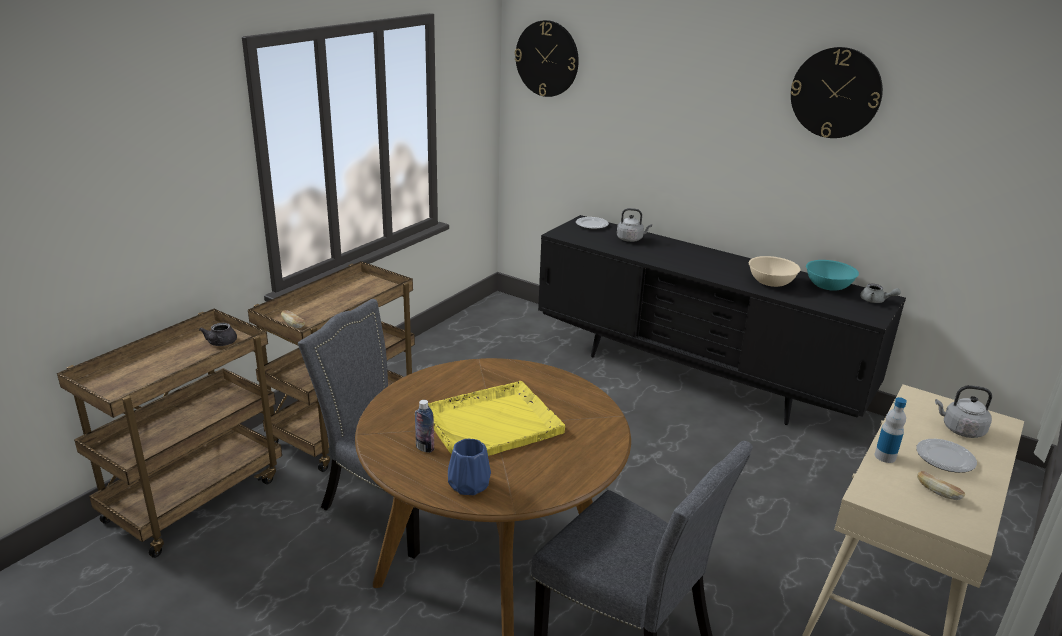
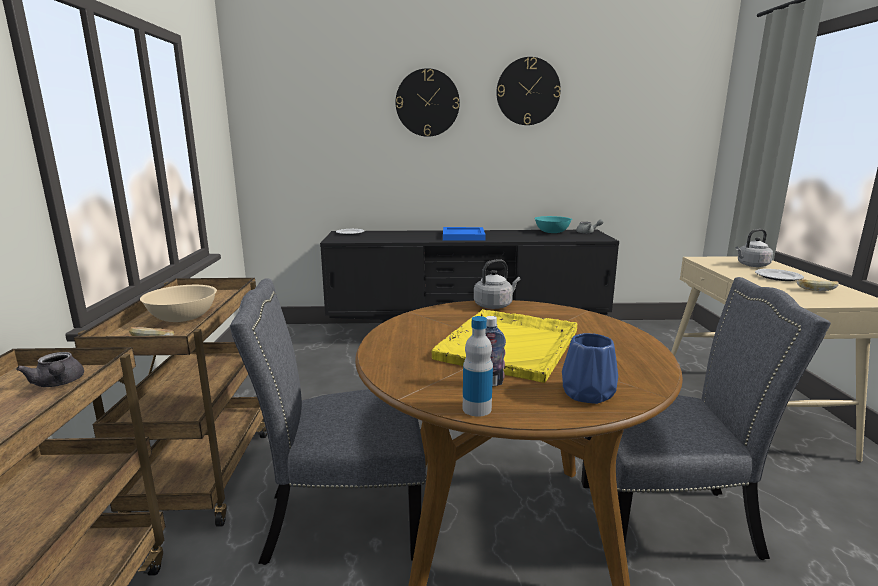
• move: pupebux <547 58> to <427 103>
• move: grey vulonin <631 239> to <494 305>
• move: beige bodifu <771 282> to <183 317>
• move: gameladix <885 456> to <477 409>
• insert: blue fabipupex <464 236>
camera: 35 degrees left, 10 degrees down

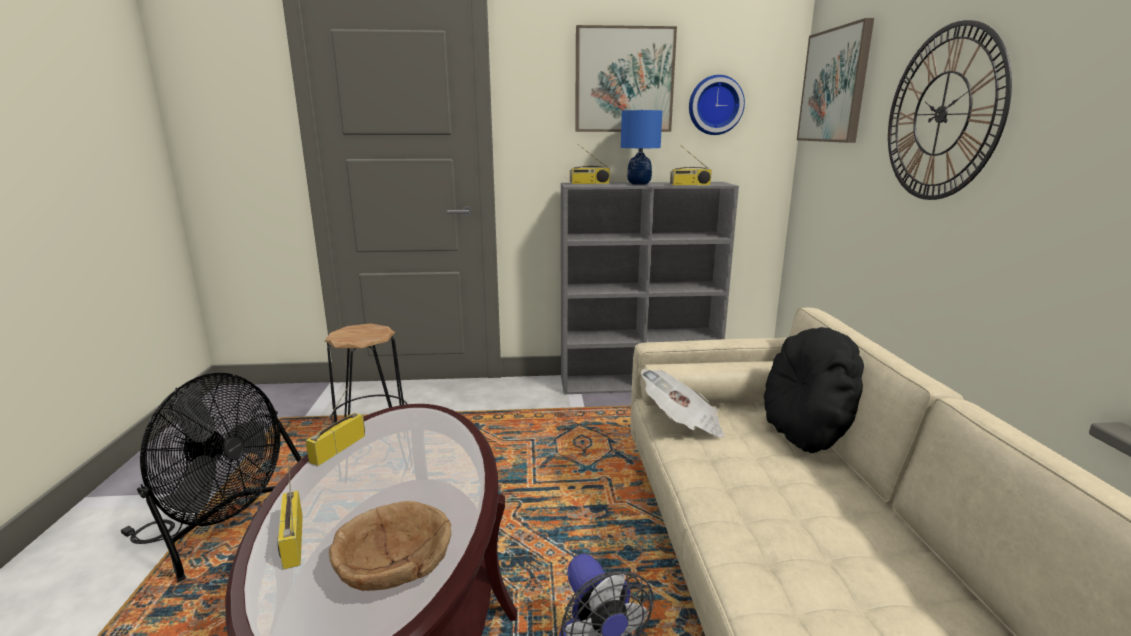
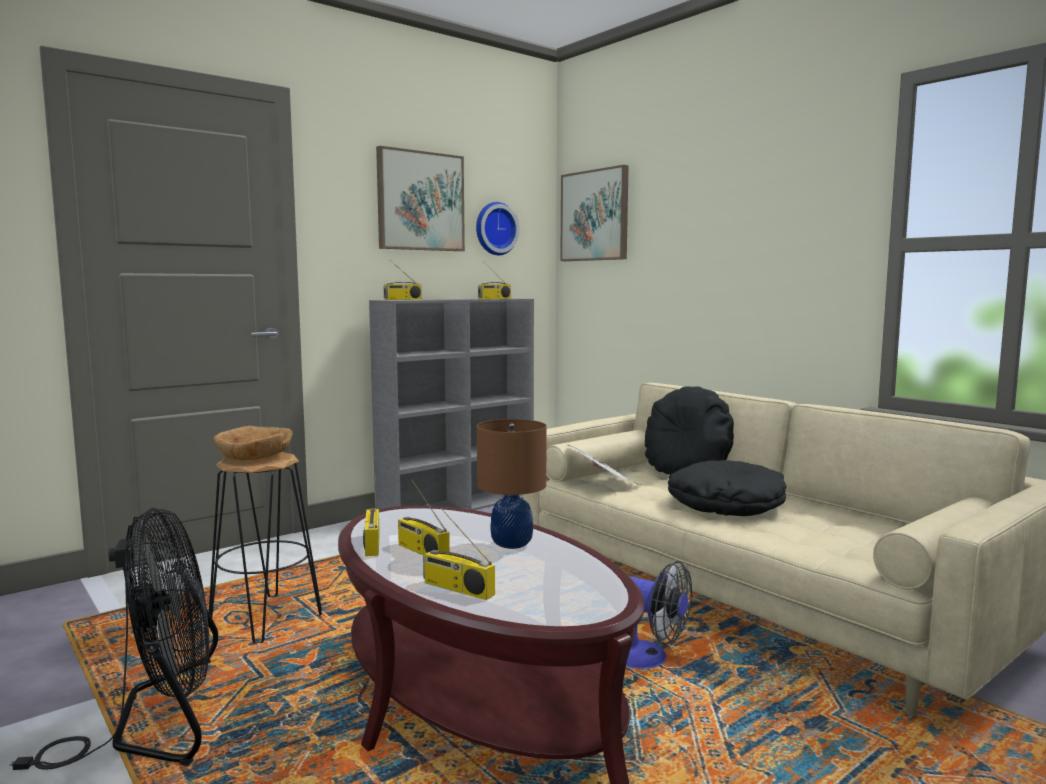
• delete: pupebux <941 114>
• delete: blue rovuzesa <639 184>
• move: brown bodifu <393 568> to <254 458>
• insert: brown rovuzesa <513 545>
• insert: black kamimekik <728 506>
• insert: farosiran <421 551>
camera: 35 degrees left, 10 degrees down

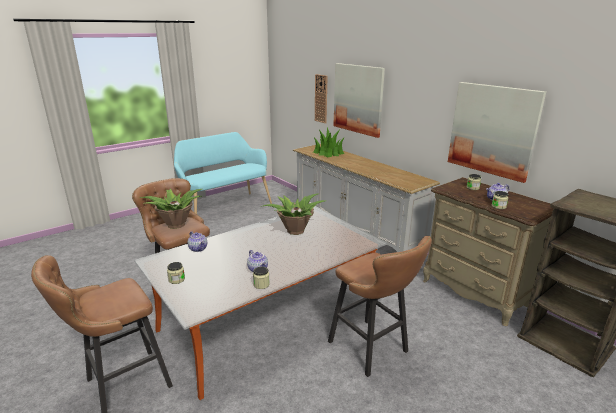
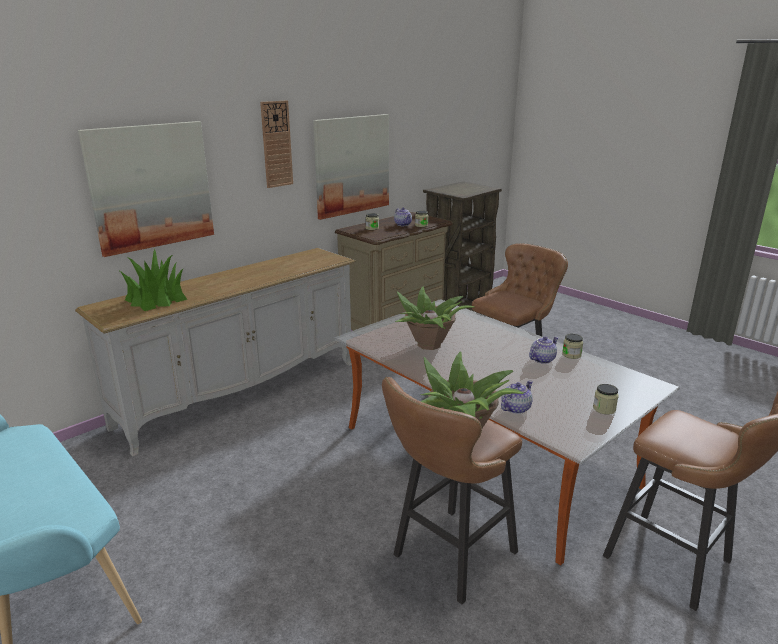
• move: pupebux <321 98> to <276 144>
camera: 95 degrees left, 0 degrees up

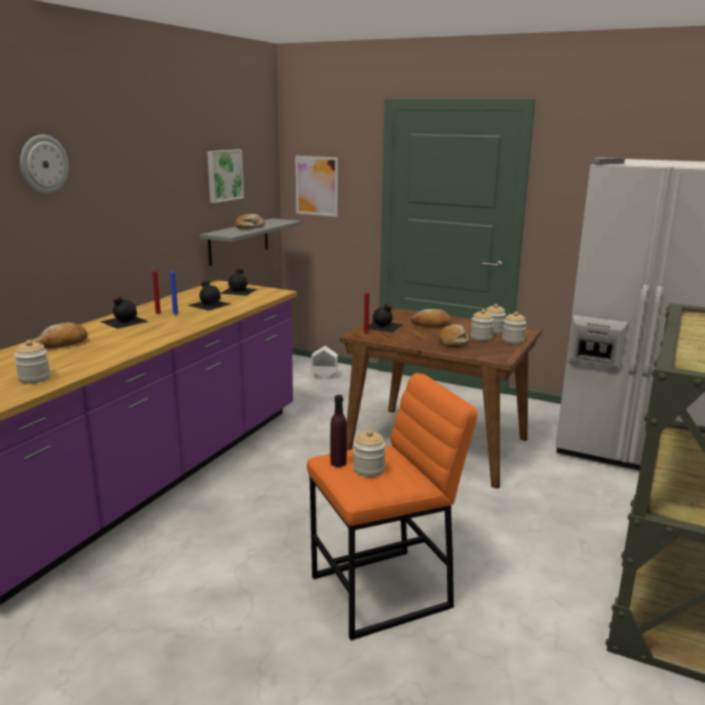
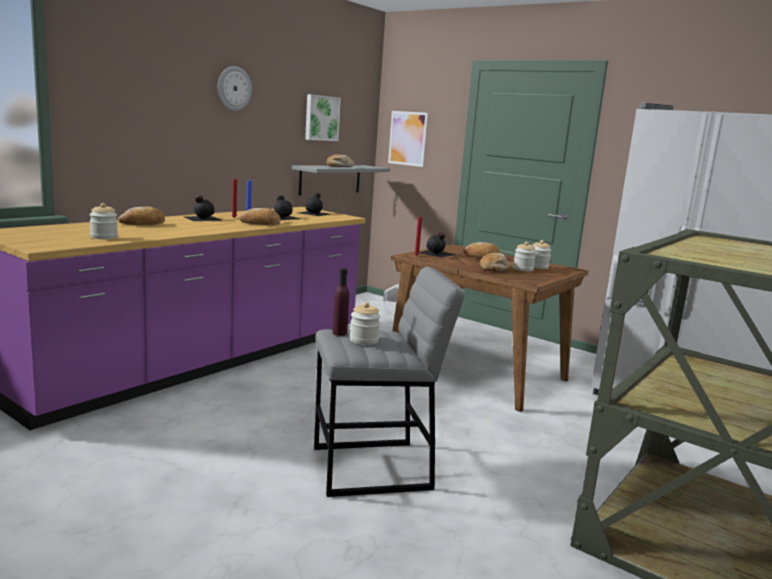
• move: pupebux <43 164> to <233 88>
• delete: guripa <513 340>
• recolor: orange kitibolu <384 590> to grey kitibolu <375 467>
• insert: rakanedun <260 223>
camera: 10 degrees right, 5 degrees down

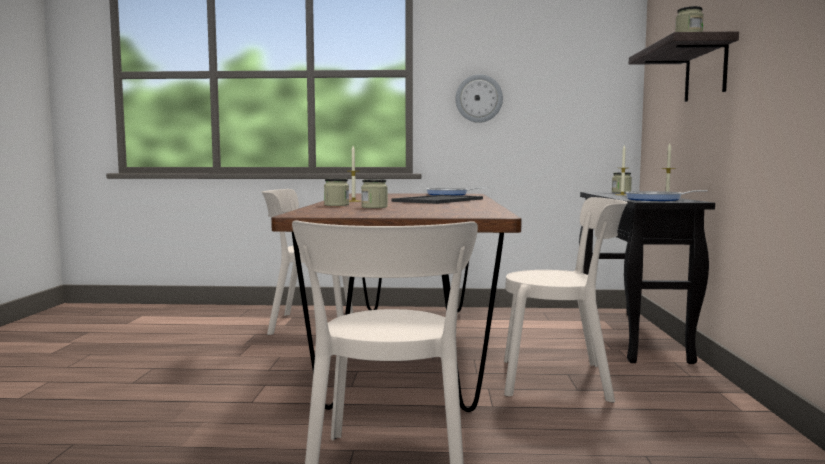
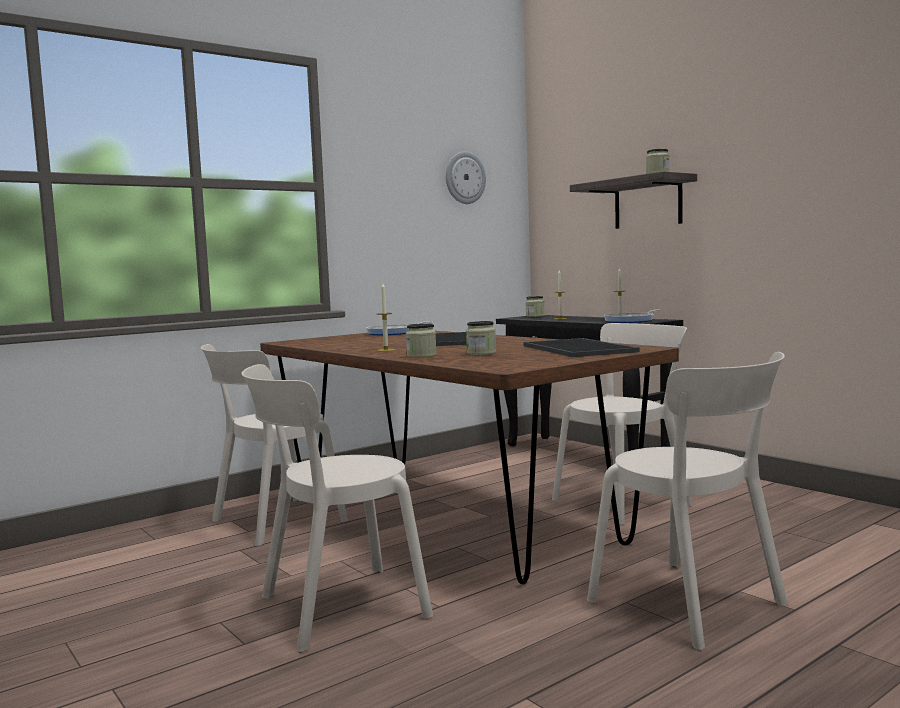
• move: pupebux <479 98> to <464 178>
• insert: fabipupex <580 349>
• insert: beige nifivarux <335 608>
camera: 40 degrees left, 0 degrees up

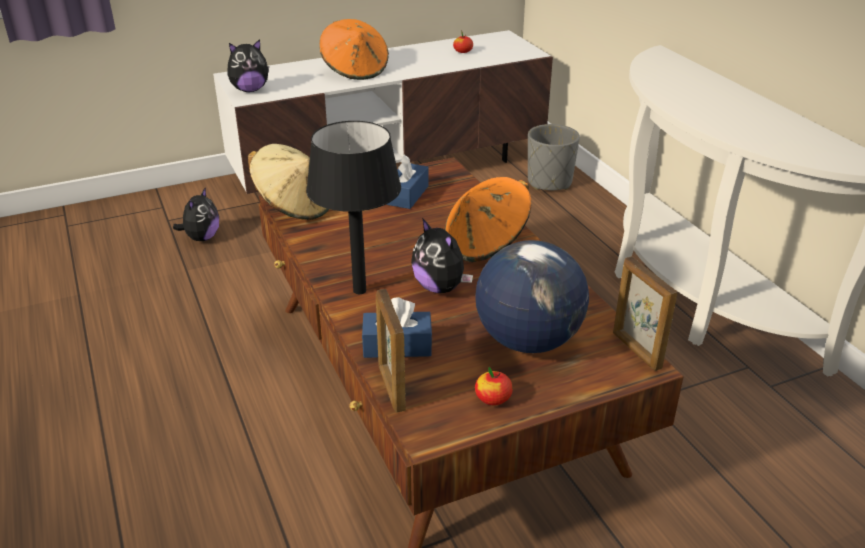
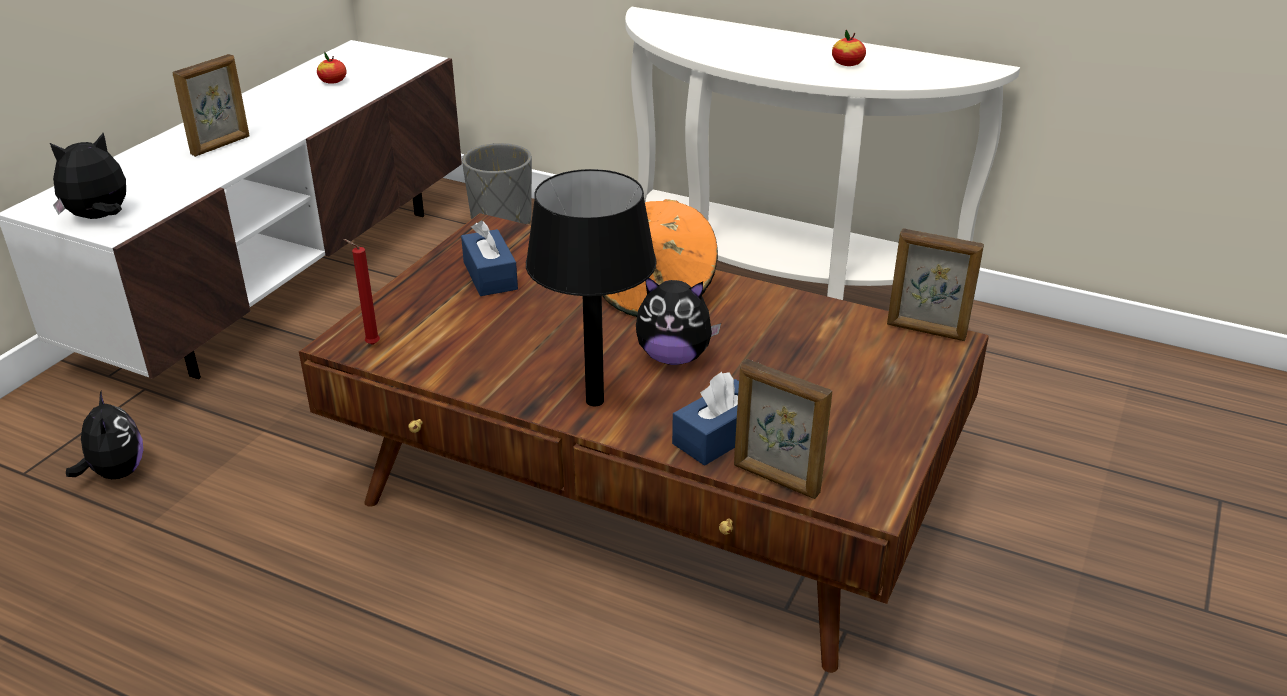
• replace: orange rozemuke <355 70> to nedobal <221 145>
• rotate: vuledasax <250 90> = <100 217> 150 degrees counterclockwise
• replace: beige rozemuke <294 207> to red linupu <370 344>
• delete: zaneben <528 340>
• move: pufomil <493 398> to <847 64>
camera: 40 degrees left, 0 degrees up

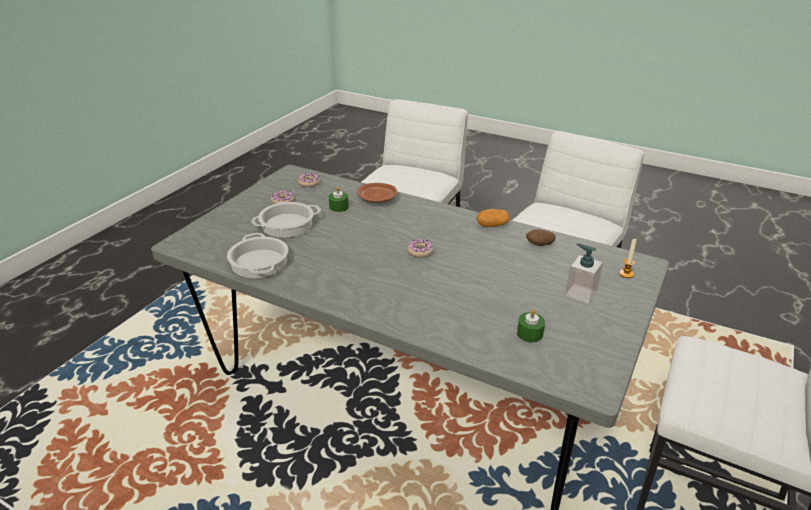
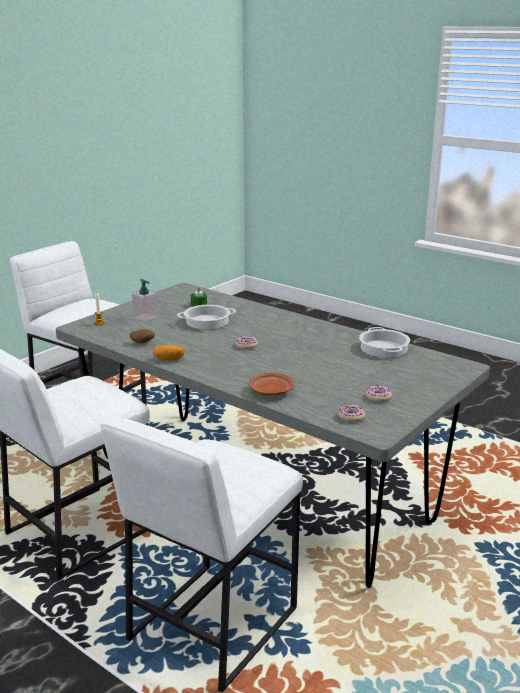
• delete: green linupu <339 207>
• move: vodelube <287 225> to <207 321>
camera: 170 degrees left, 10 degrees down

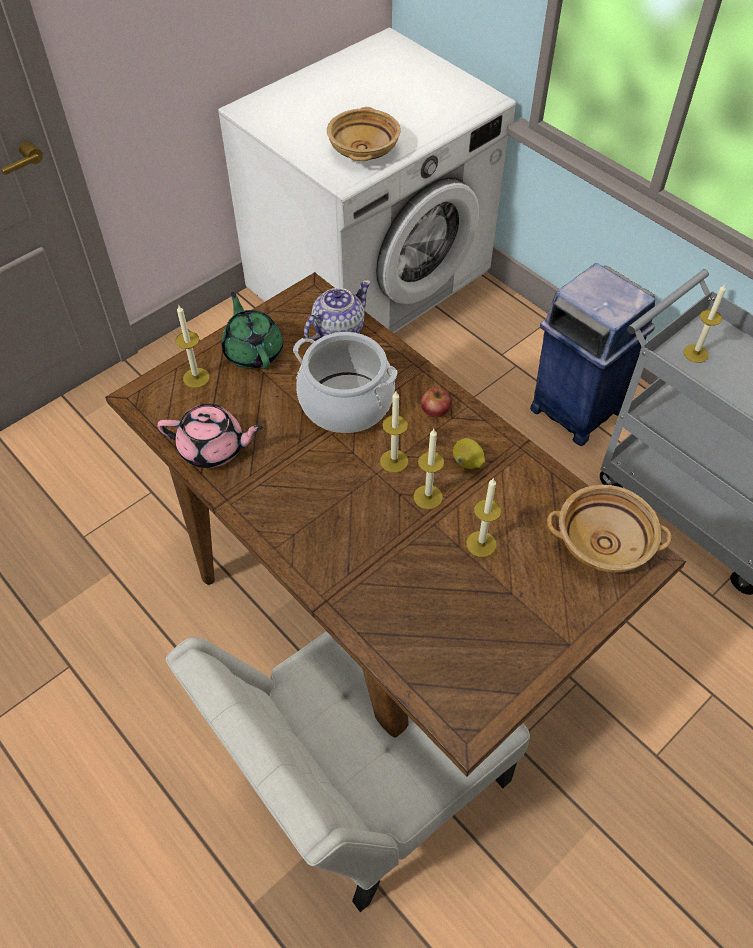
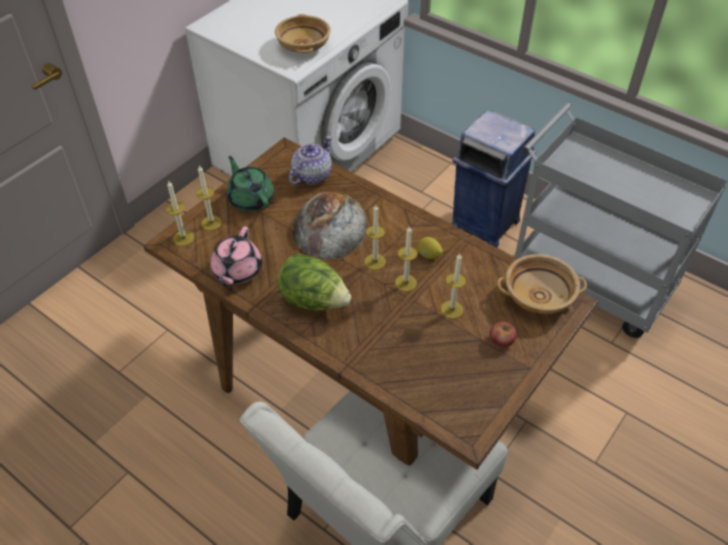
• move: linupu <695 353> to <183 238>
• replace: vodelube <346 403> to rakanedun <330 226>
• move: pufomil <435 409> to <501 340>
• rotate: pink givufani <213 448> = <237 271> 105 degrees clockwise
• insert: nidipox <314 301>
camera: 10 degrees left, 5 degrees down

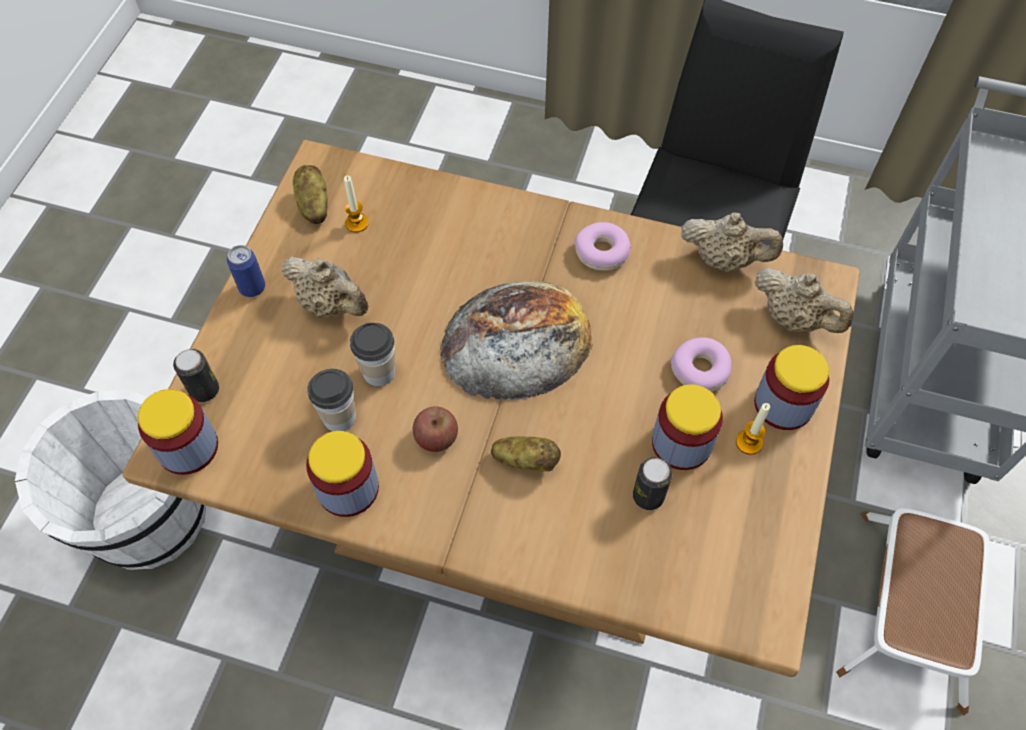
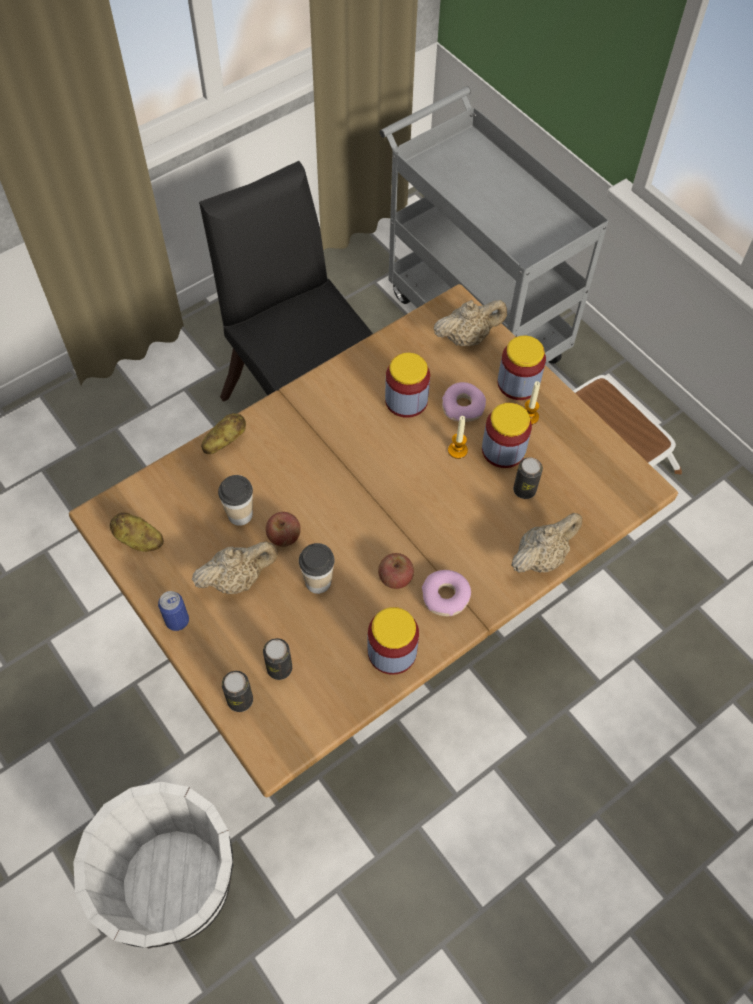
• move: linupu <357 223> to <457 450>
• move: beige givufani <724 260> to <541 557>
• move: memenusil <602 252> to <445 597>
• delete: rakanedun <517 340>
• move: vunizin <339 417> to <240 514>
• move: guripa <188 447> to <406 400>
• move: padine <526 460> to <224 441>
• insert: pufomil <284 536>
• insert: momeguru <279 668>
camera: 55 degrees left, 0 degrees up

